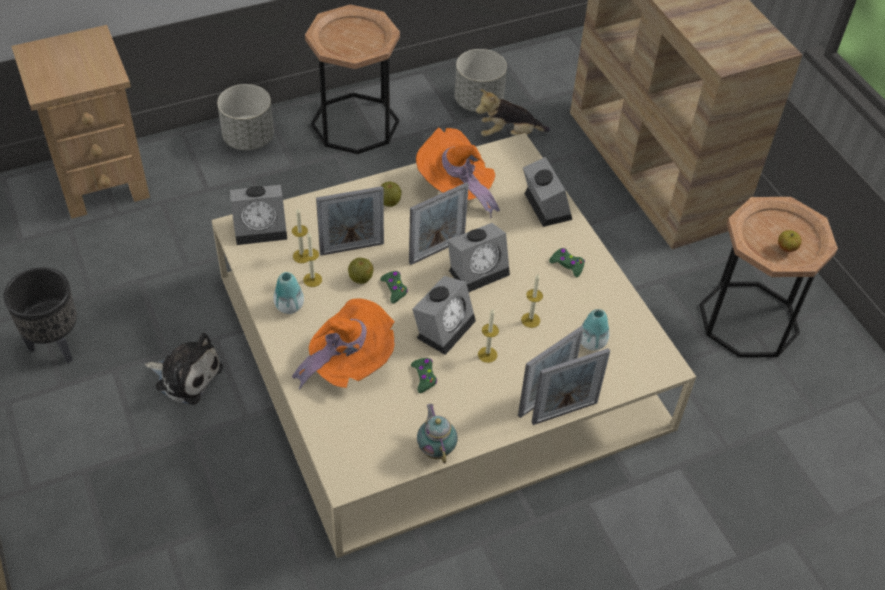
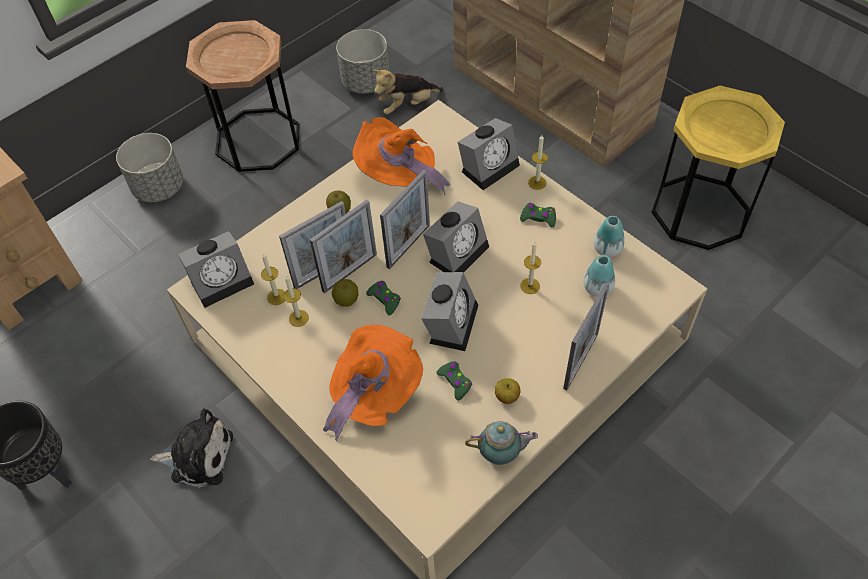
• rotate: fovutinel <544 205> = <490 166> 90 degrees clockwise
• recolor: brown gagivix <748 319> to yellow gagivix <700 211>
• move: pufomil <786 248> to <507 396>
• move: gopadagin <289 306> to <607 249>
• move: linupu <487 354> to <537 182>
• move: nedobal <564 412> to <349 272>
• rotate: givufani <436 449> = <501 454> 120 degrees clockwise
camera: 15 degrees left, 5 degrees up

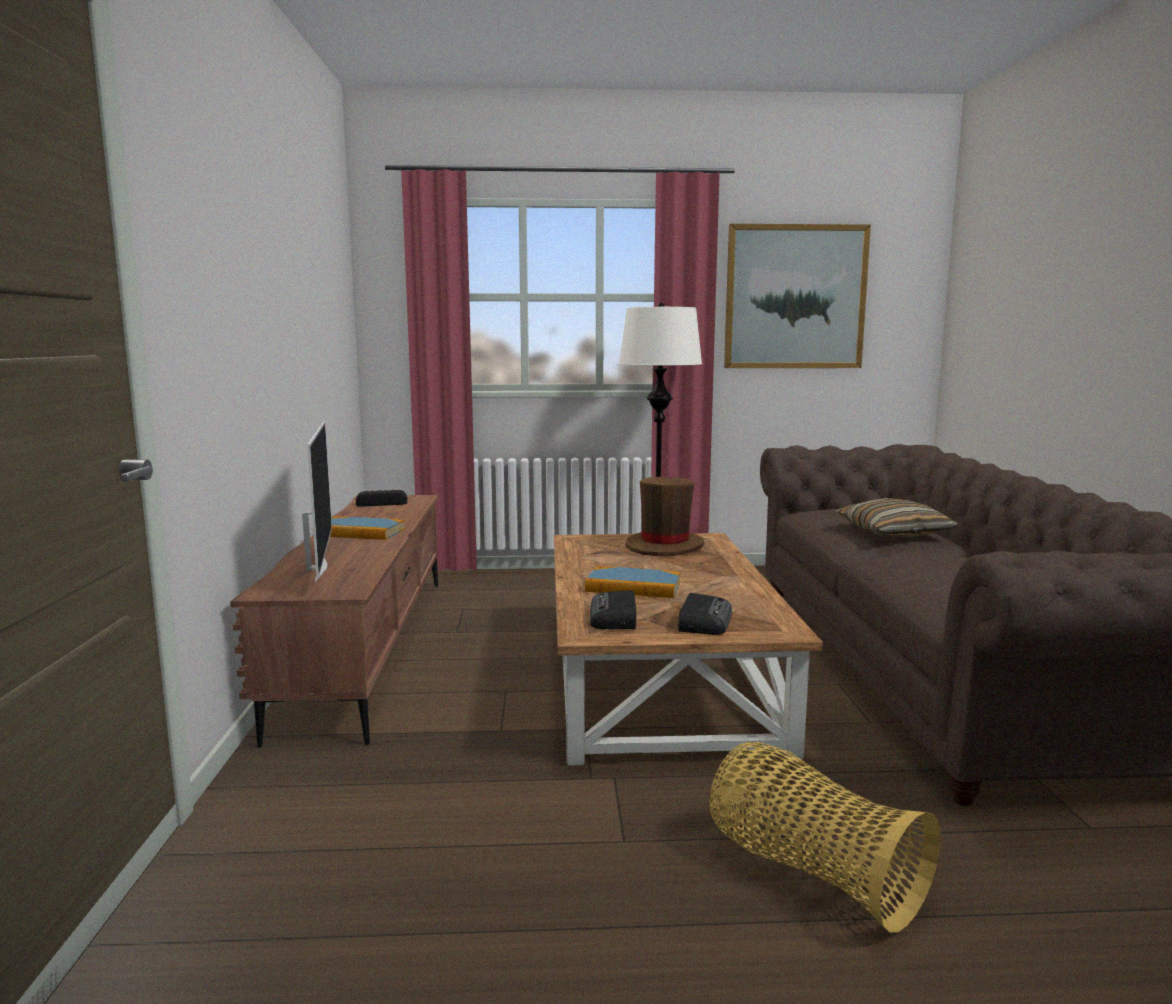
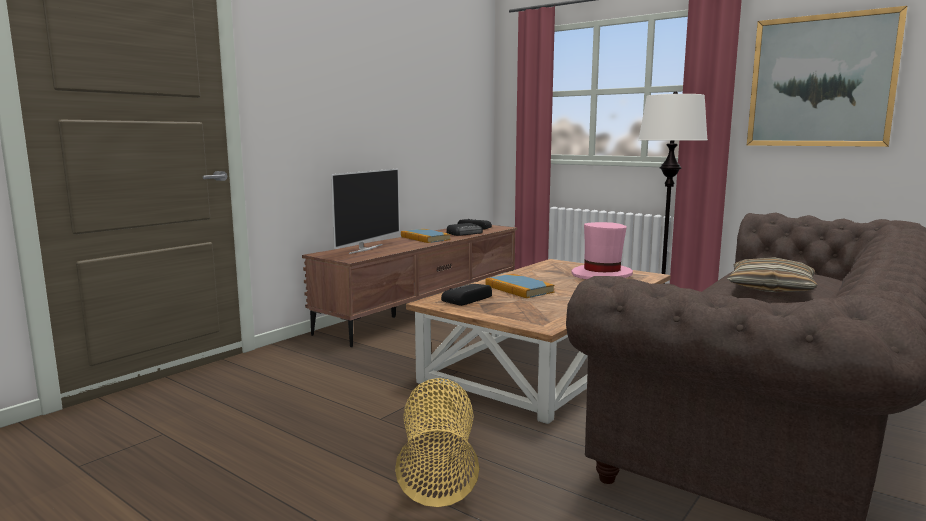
• recolor: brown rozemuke <665 546> to pink rozemuke <602 274>
• move: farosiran <704 621> to <465 233>
camera: 40 degrees right, 0 degrees up

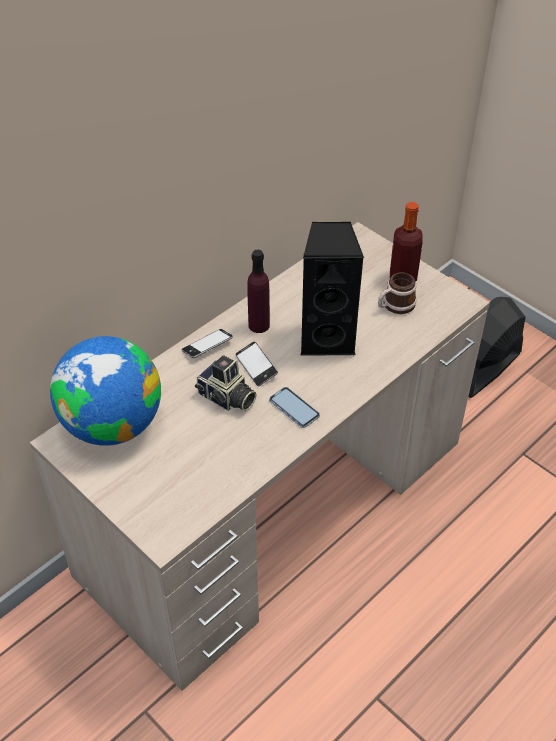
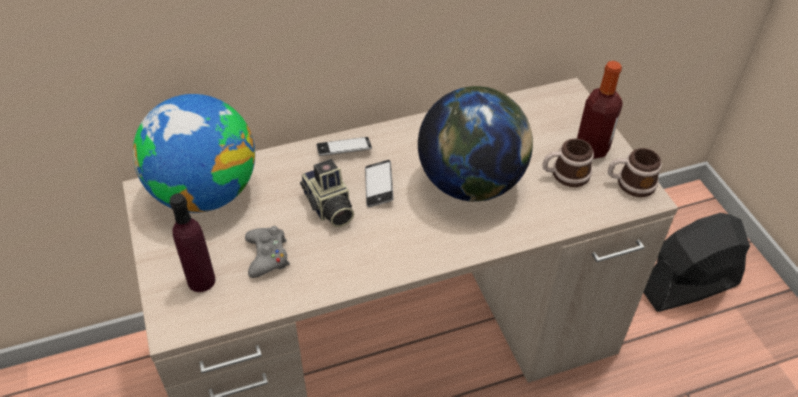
• replace: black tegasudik <327 338> to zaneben <470 184>
• move: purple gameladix <259 325> to <201 280>
• delete: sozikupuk <294 408>
• insert: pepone <630 184>
• insert: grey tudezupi <267 256>
camera: 25 degrees right, 0 degrees up

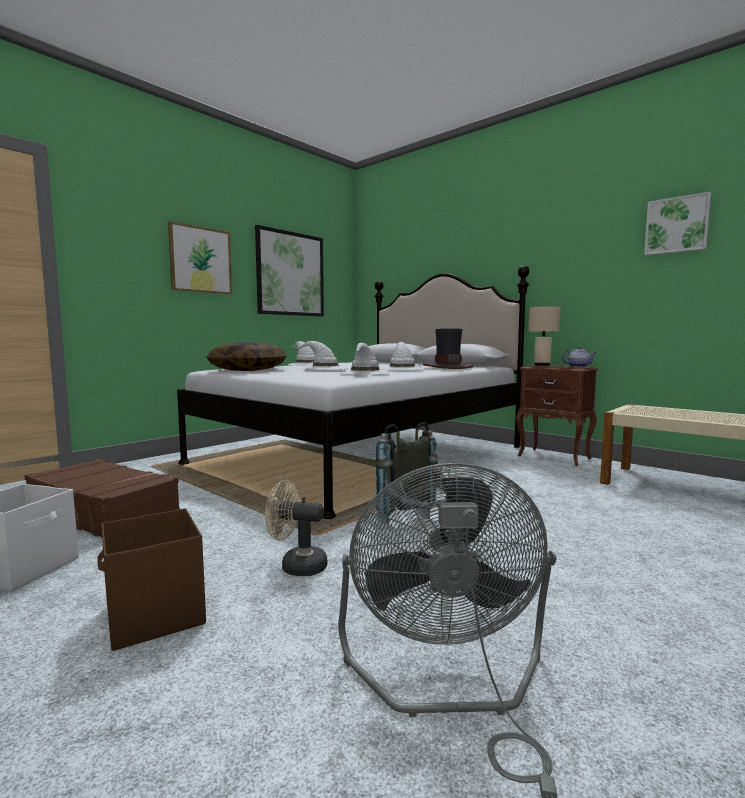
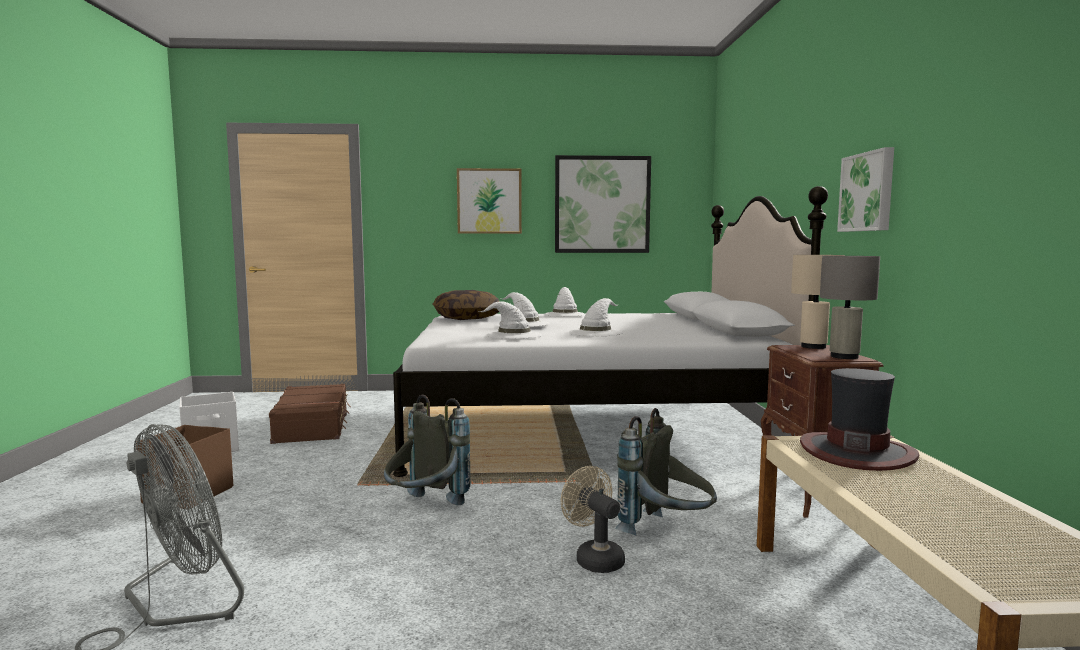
• move: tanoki <677 225> to <868 192>
• move: rozemuke <447 367> to <856 452>
• replace: givufani <578 366> to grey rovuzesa <845 357>
• move: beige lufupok <296 566> to <594 558>
• insert: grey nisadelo <666 533>
camera: 45 degrees right, 0 degrees up

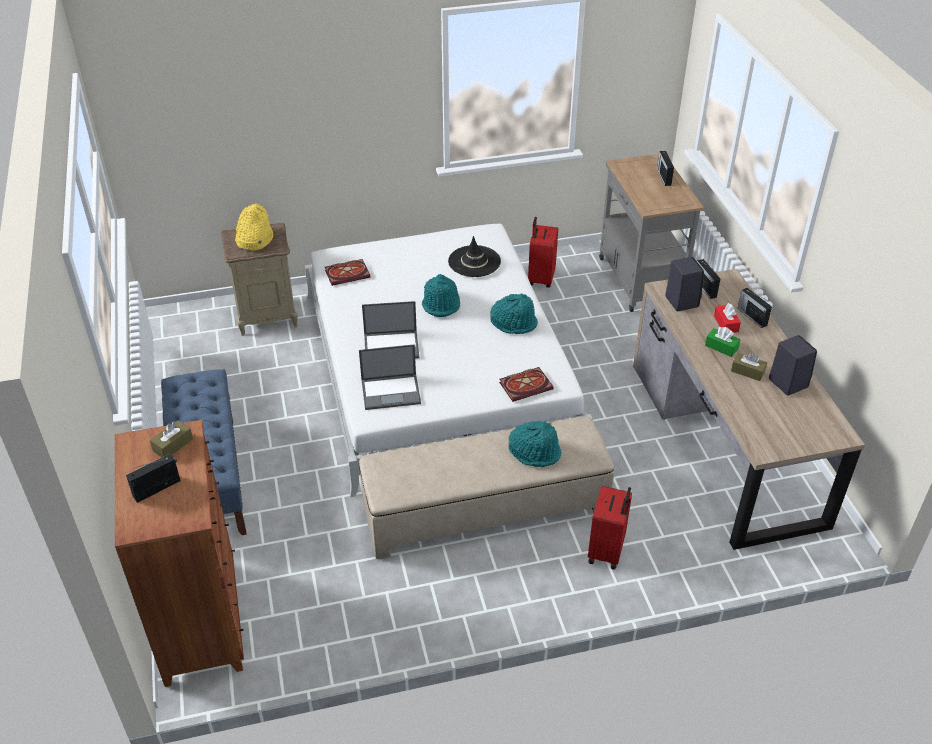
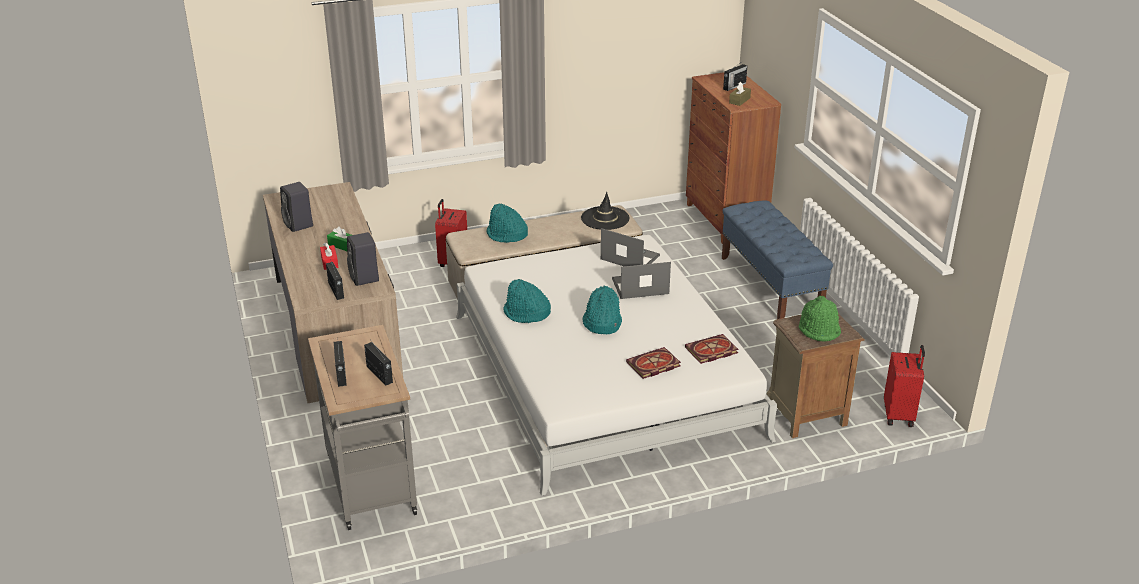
• recolor: yellow rozemuke <254 239> to green rozemuke <819 329>
• move: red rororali <540 278> to <899 415>
• move: black rozemuke <474 261> to <605 218>
• move: farosiran <751 316> to <379 375>
• rotate: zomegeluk <391 391> = <629 257> 45 degrees clockwise
• delete: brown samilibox <747 371>
• move: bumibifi <526 385> to <653 365>
camera: 175 degrees right, 10 degrees down

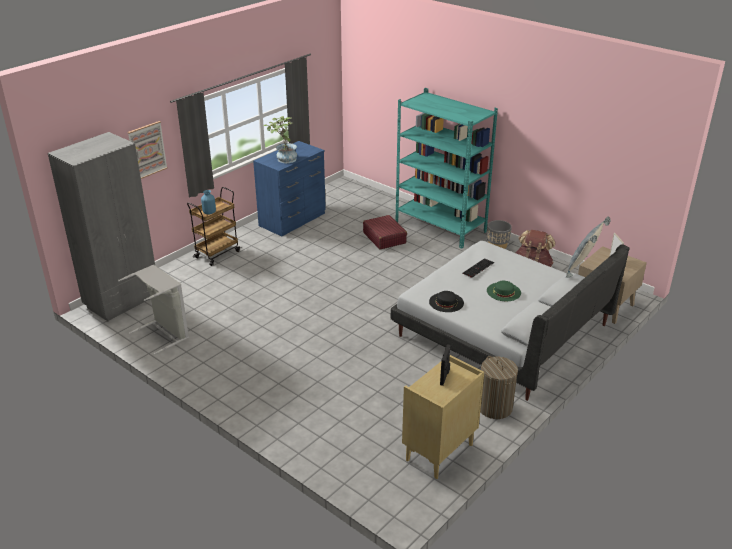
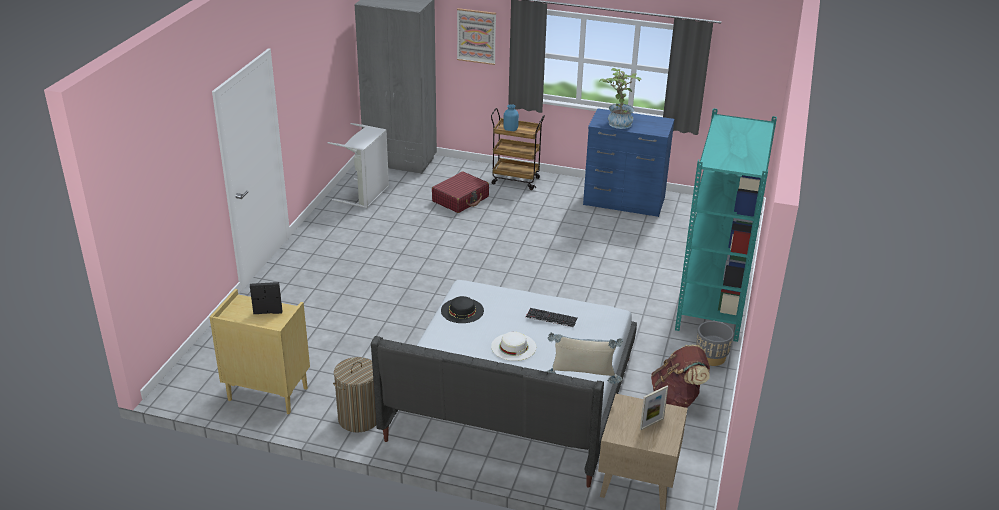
• move: red rororali <384 238> to <460 199>
• recolor: green rozemuke <503 291> to white rozemuke <513 346>
camera: 65 degrees right, 0 degrees up

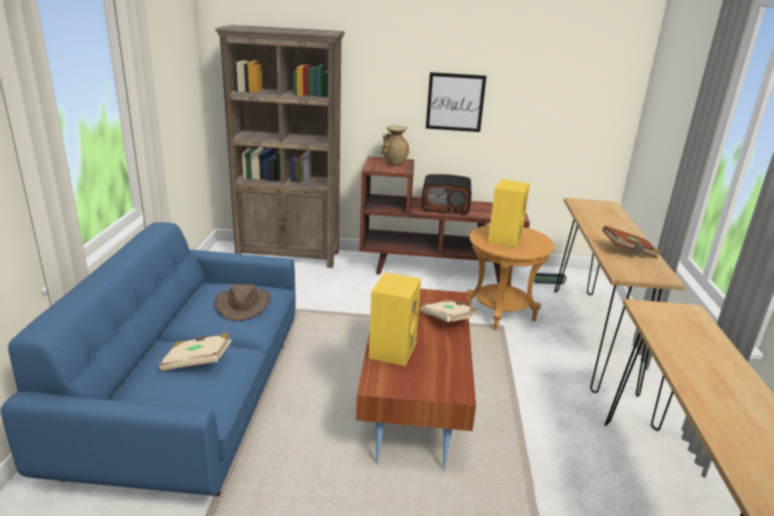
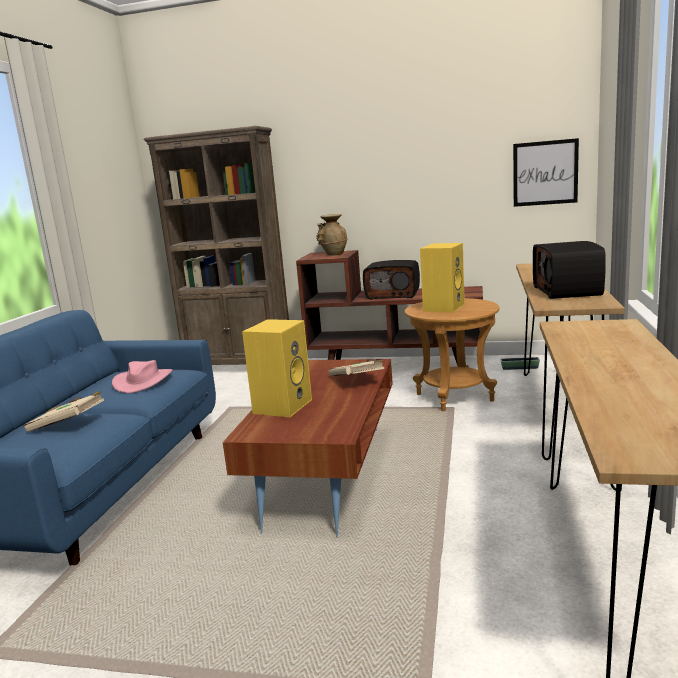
• move: tanoki <455 102> to <545 173>
• replace: brown bumibifi <628 252> to farosiran <568 291>
• recolor: brown rozemuke <243 304> to pink rozemuke <143 381>
camera: 10 degrees right, 10 degrees down

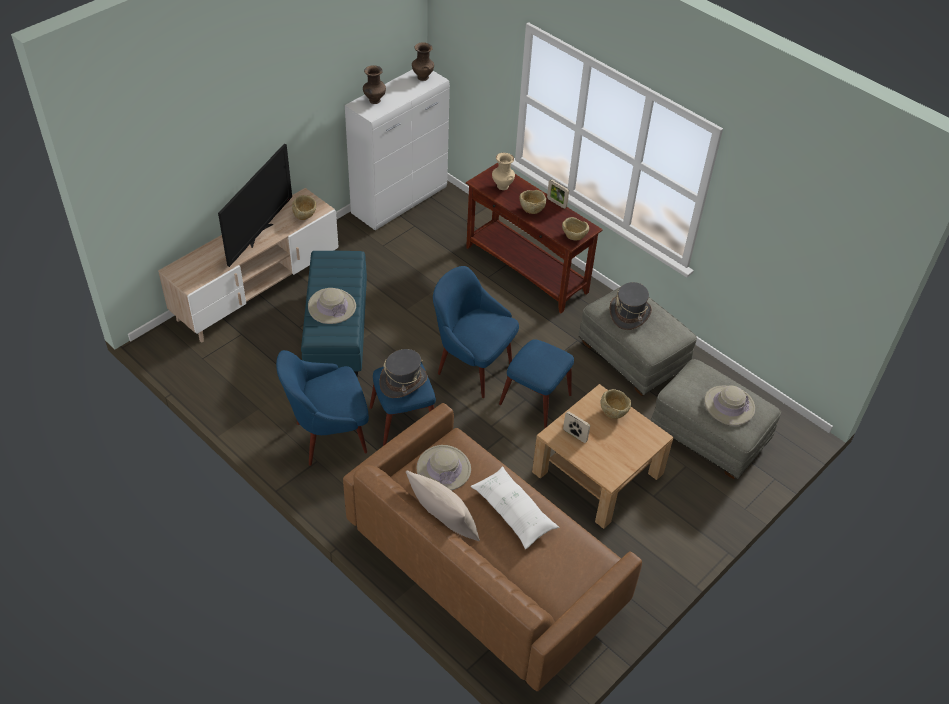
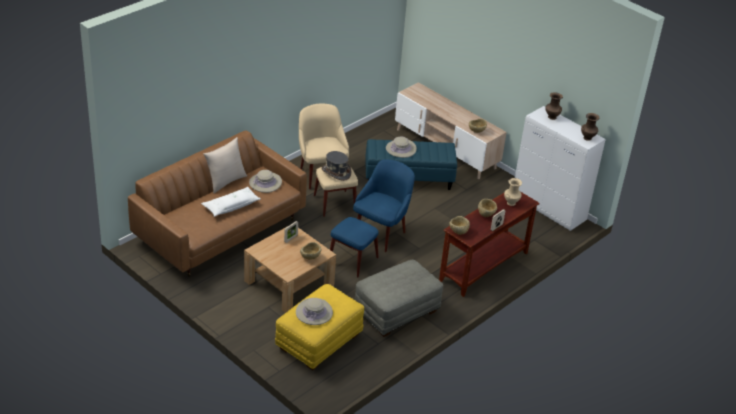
• delete: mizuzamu <259 234>
• delete: grey rozemuke <629 313>
• recolor: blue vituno <356 432> to beige vituno <326 186>
• recolor: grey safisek <708 437> to yellow safisek <318 341>
camera: 90 degrees right, 10 degrees down

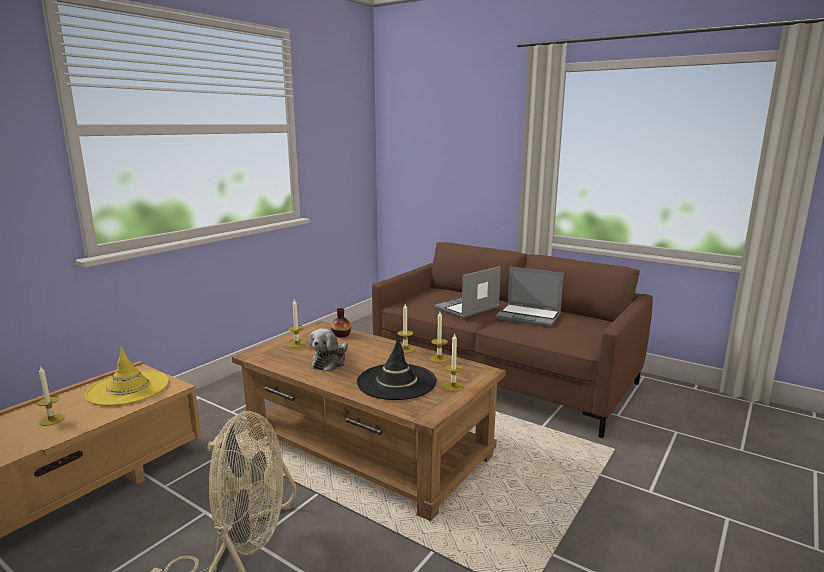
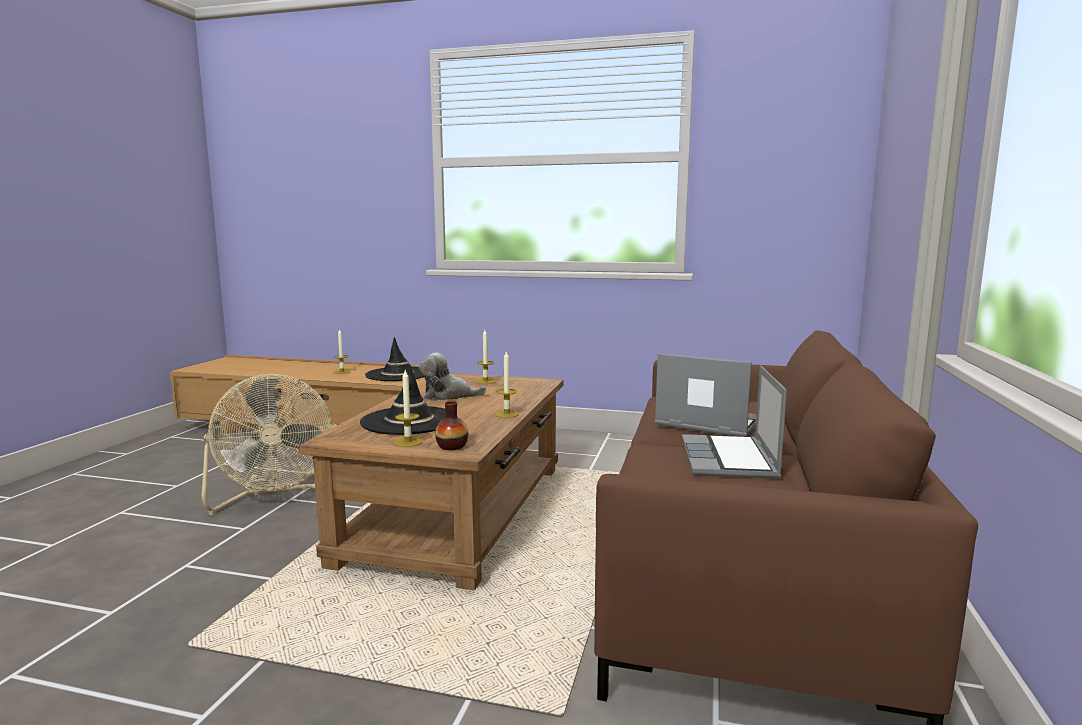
• move: gopadagin <341 335> to <452 446>
• delete: linupu <439 358>
• recolor: yellow rozemuke <128 388> to black rozemuke <398 374>
camera: 70 degrees right, 5 degrees down

